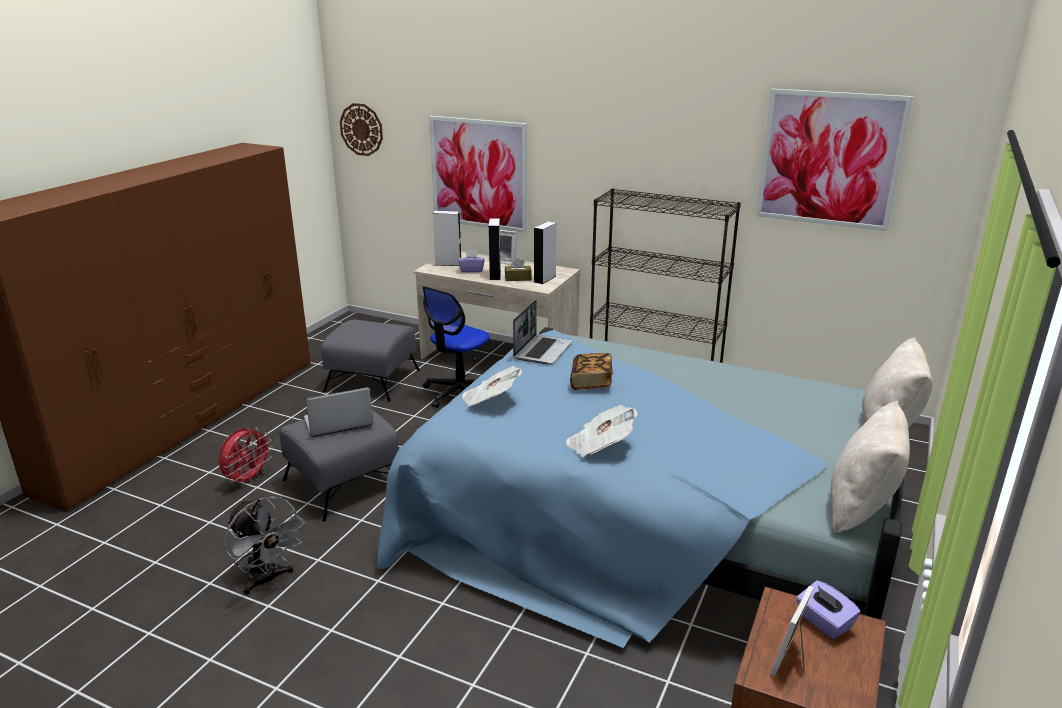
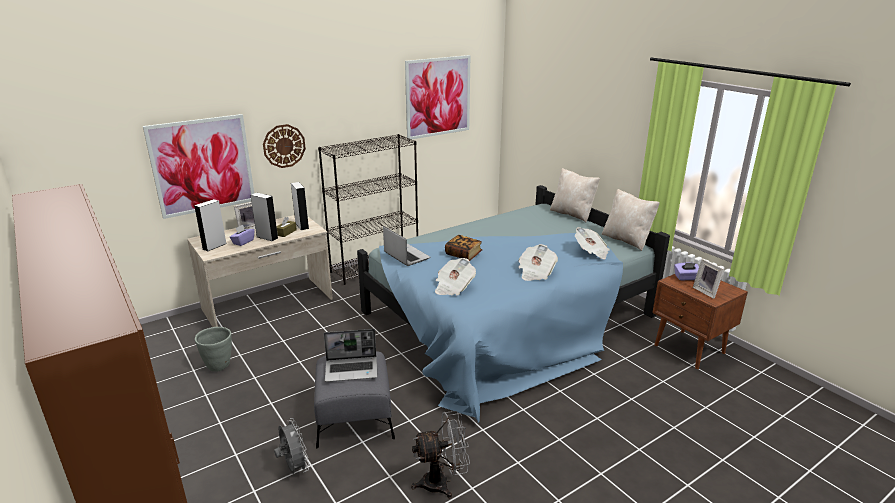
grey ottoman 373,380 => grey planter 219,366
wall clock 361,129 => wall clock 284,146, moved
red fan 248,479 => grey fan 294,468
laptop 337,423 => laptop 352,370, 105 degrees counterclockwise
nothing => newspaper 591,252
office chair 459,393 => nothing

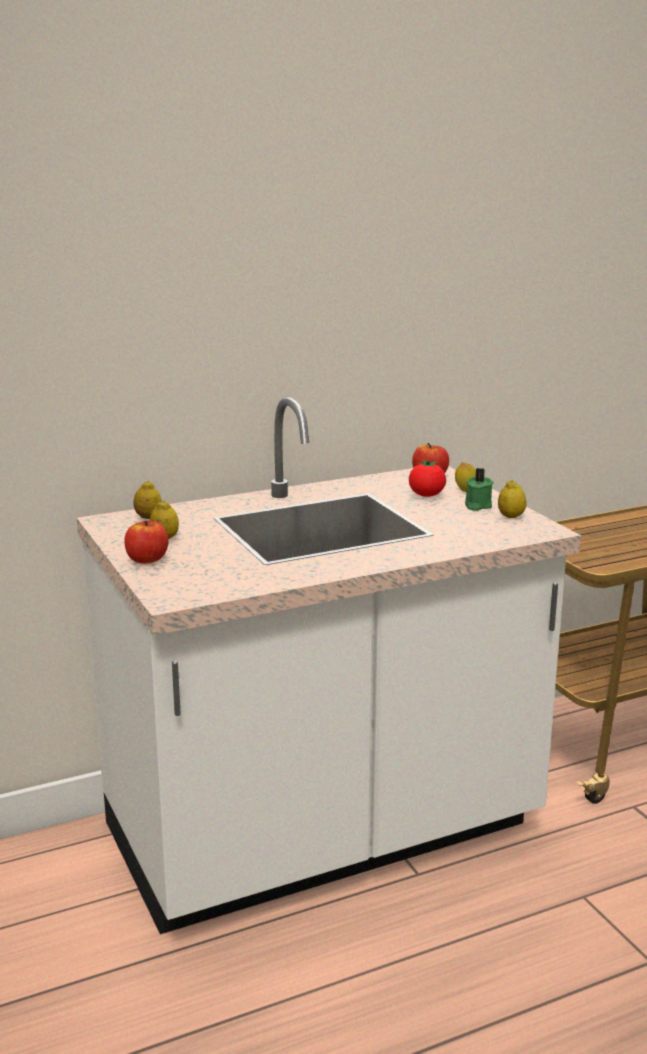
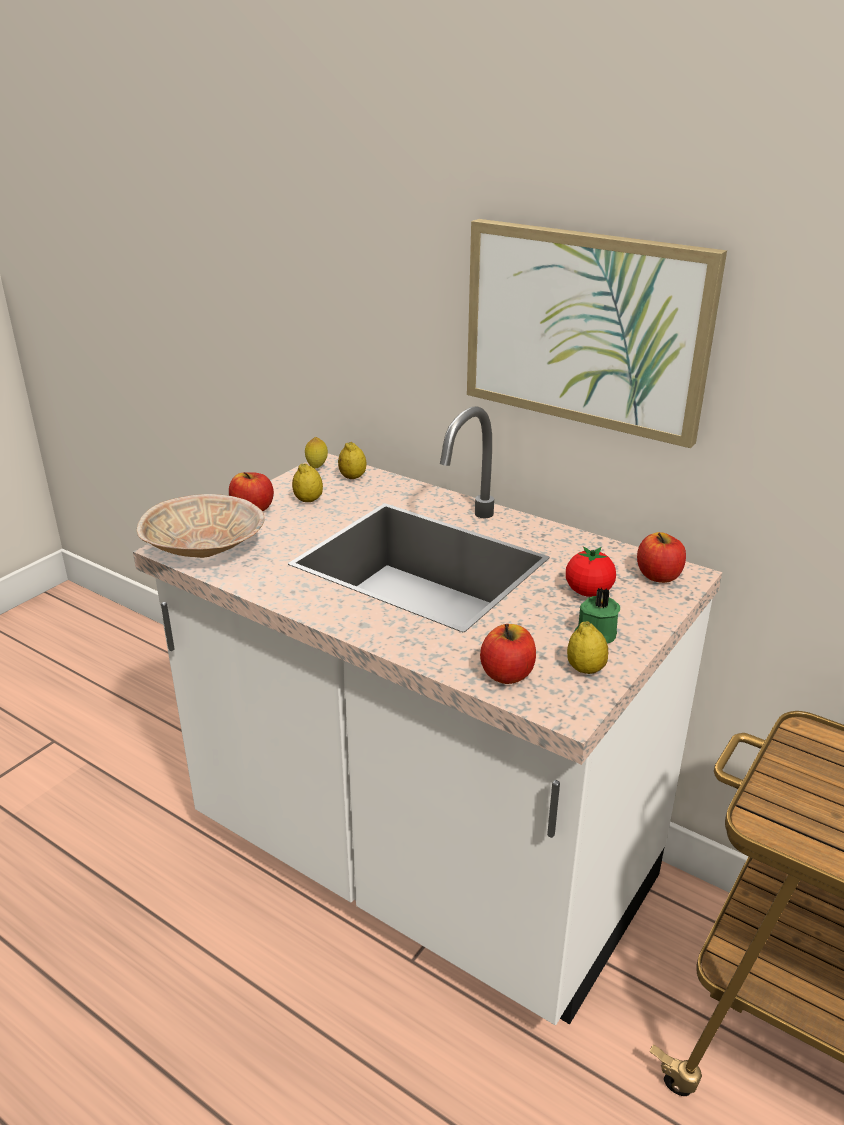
nothing => beige bowl 206,550
lemon 464,491 => lemon 317,467, moved
nothing => picture 585,329
nothing => apple 507,674

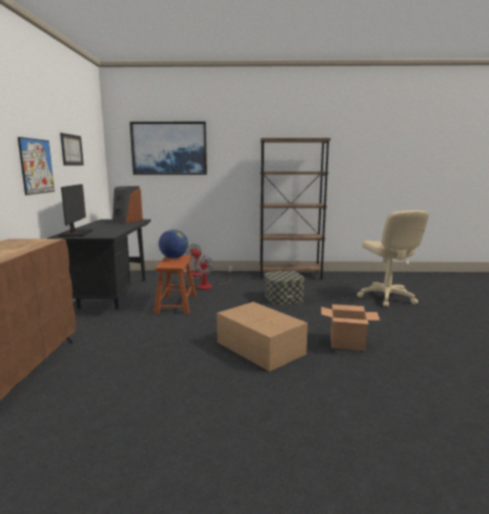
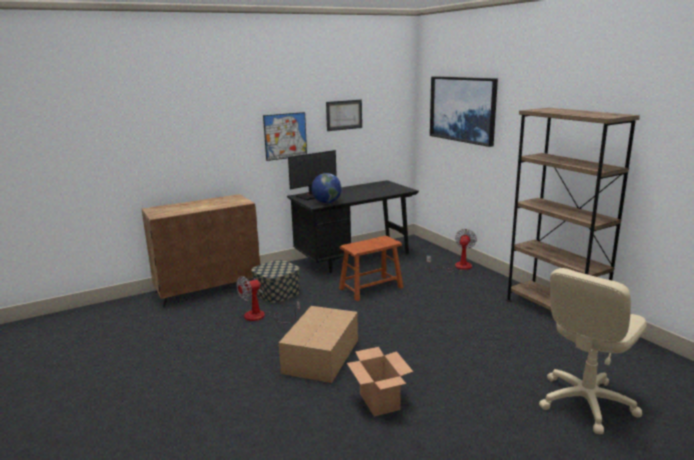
fan 209,286 => fan 261,317, moved
storage box 283,298 => storage box 277,292, moved
globe 174,258 => globe 327,202, moved
speaker 127,221 => nothing

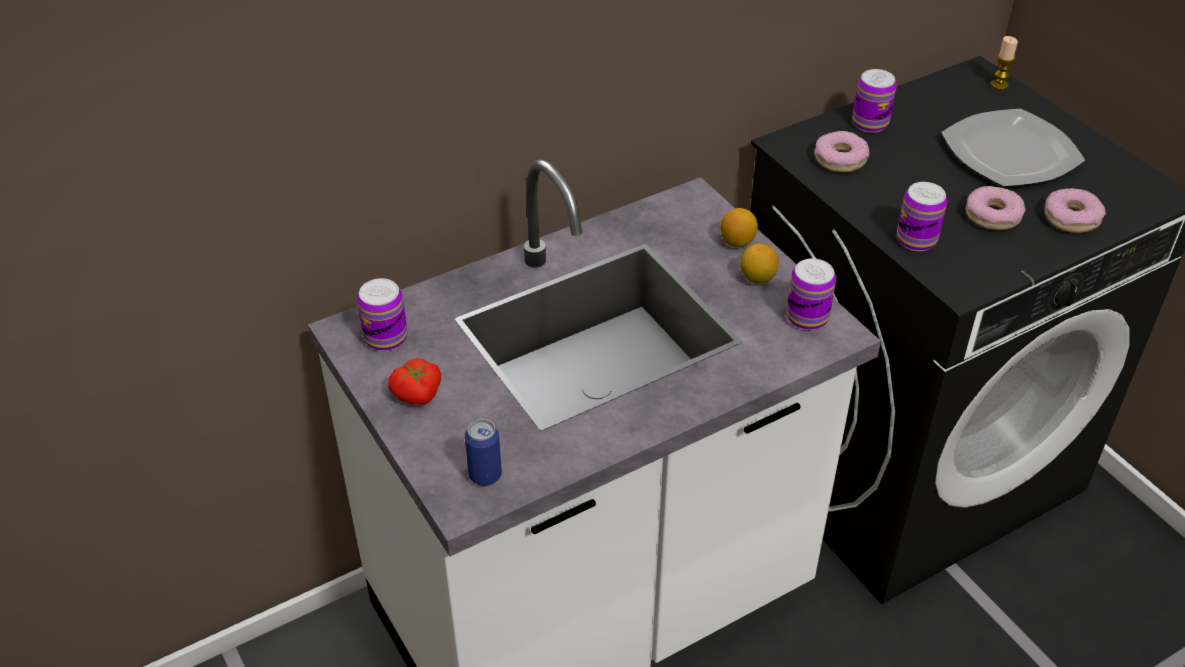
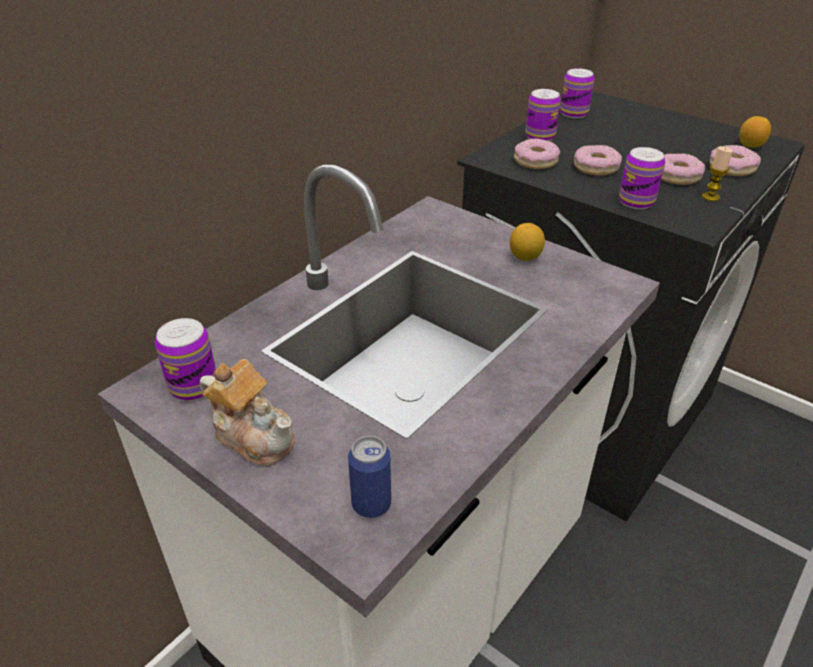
tomato 418,395 => teapot 254,435
can 807,317 => can 574,113, moved
nothing => donut 595,167
candle 999,85 => candle 710,197, moved
lemon 737,242 => lemon 750,146, moved
plate 1012,152 => nothing

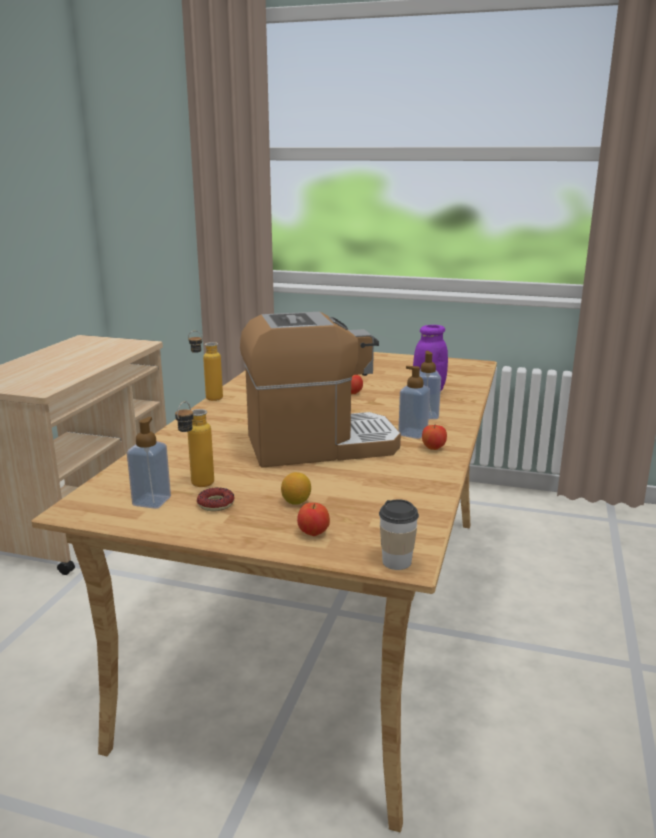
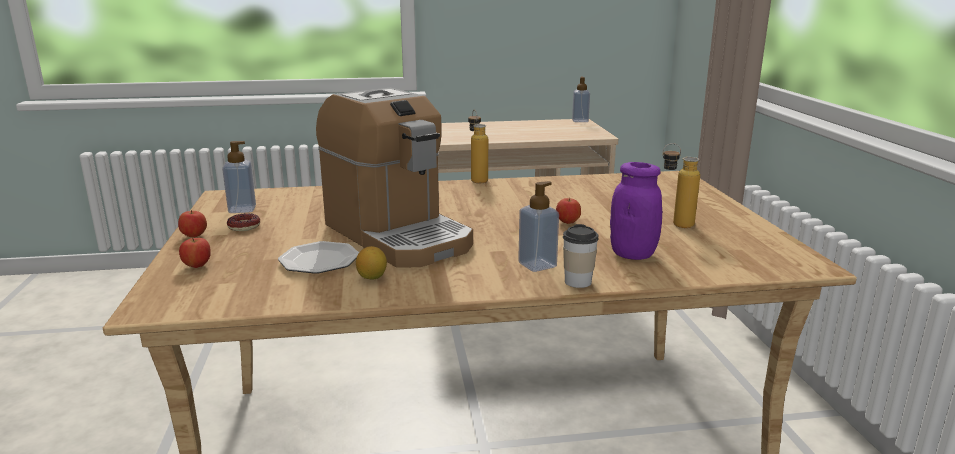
apple 433,448 => apple 194,236, moved
nothing => plate 320,260
lemon 296,502 => lemon 372,277, moved
cup 396,562 => cup 578,282, moved
soap dispenser 413,434 => soap dispenser 580,121, moved
bottle 197,487 => bottle 674,225, moved

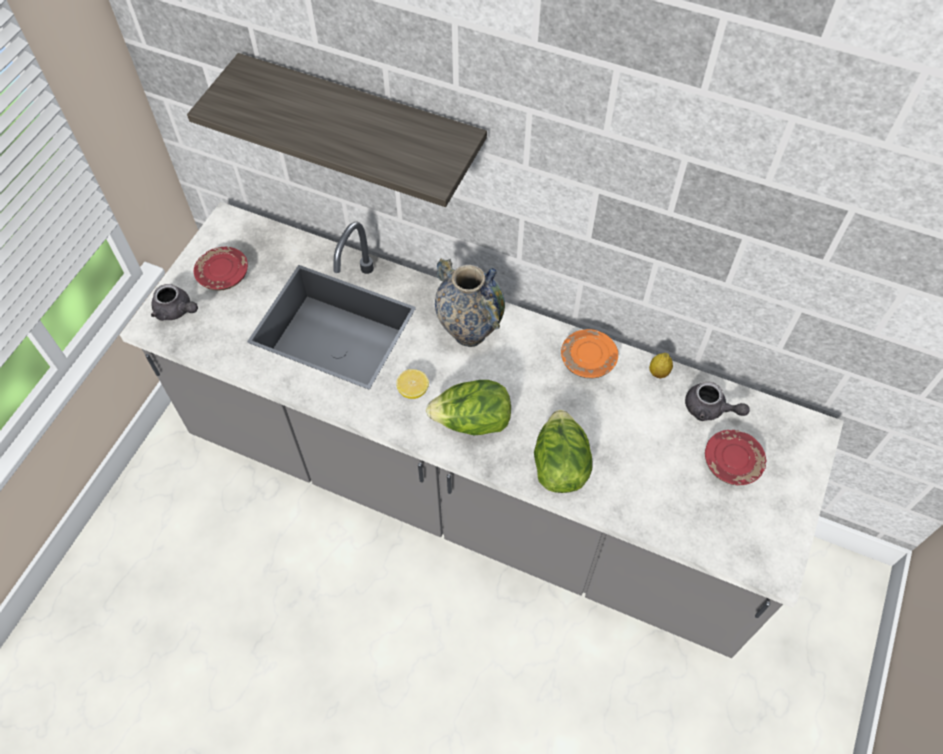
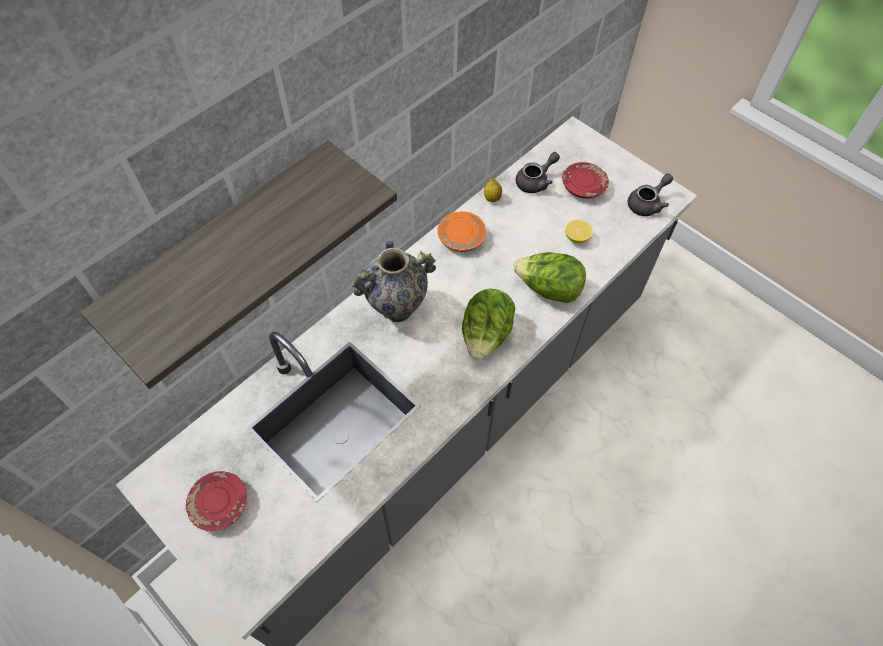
lemon 413,390 => lemon 576,238, moved
grey teapot 176,311 => grey teapot 647,203, moved

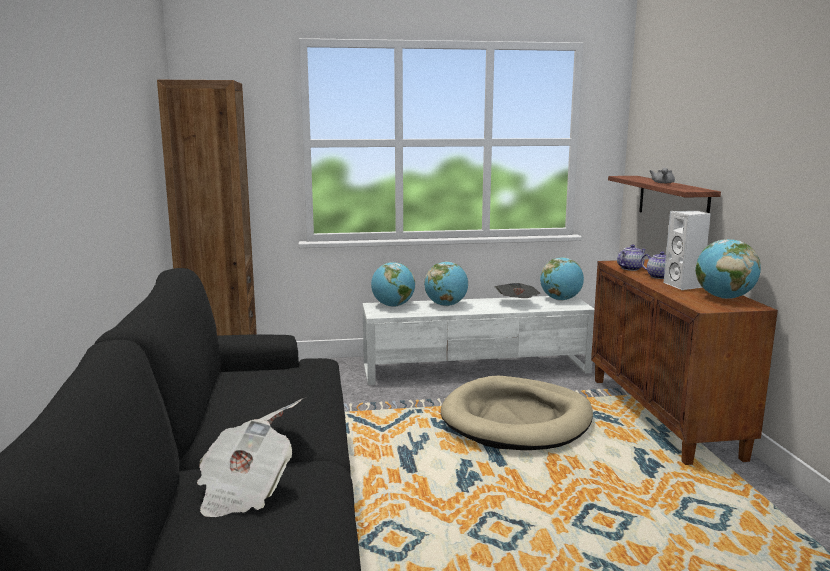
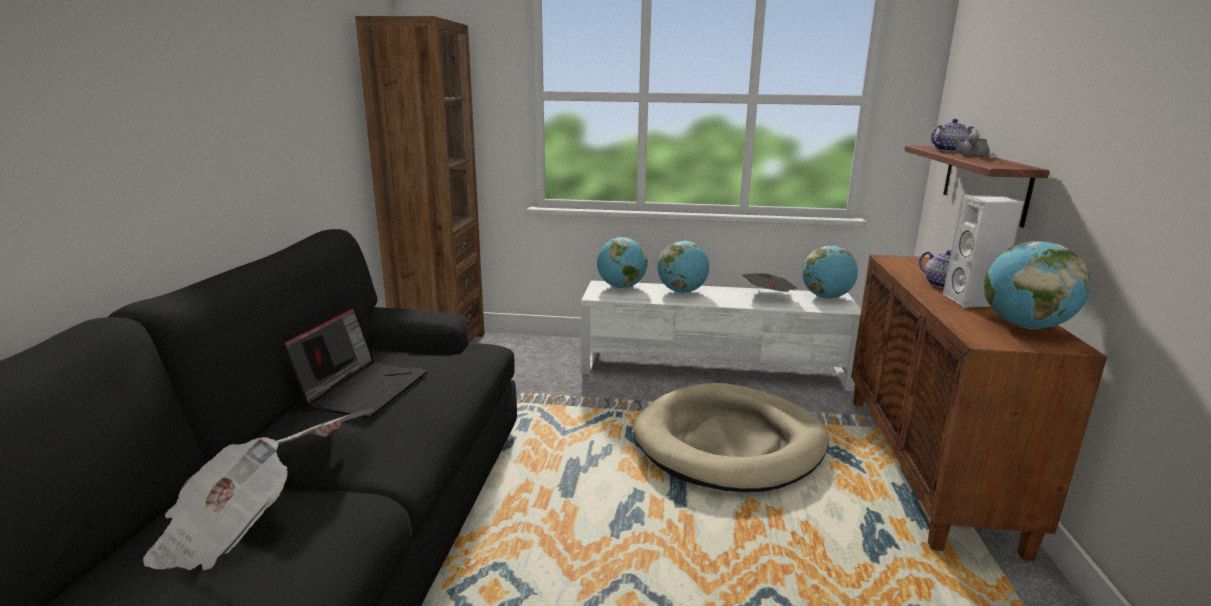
nothing => laptop 364,388
teapot 630,268 => teapot 949,150, moved

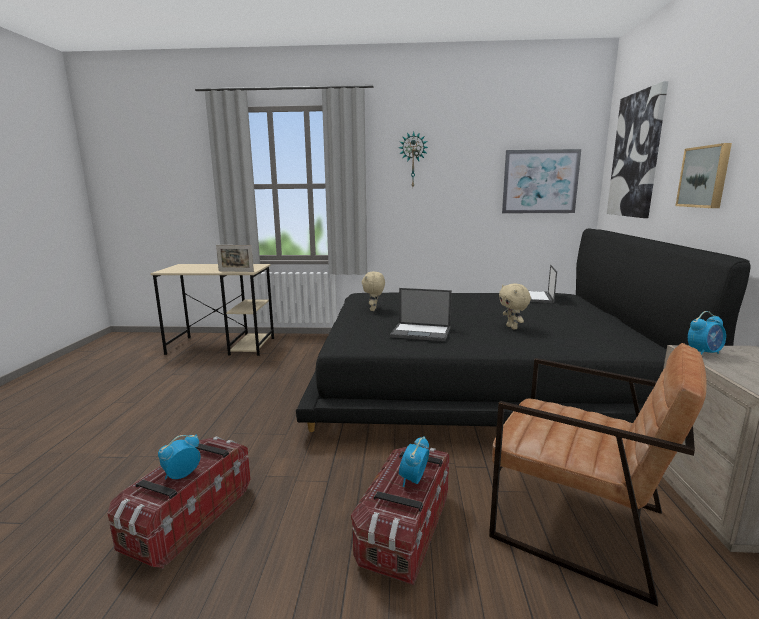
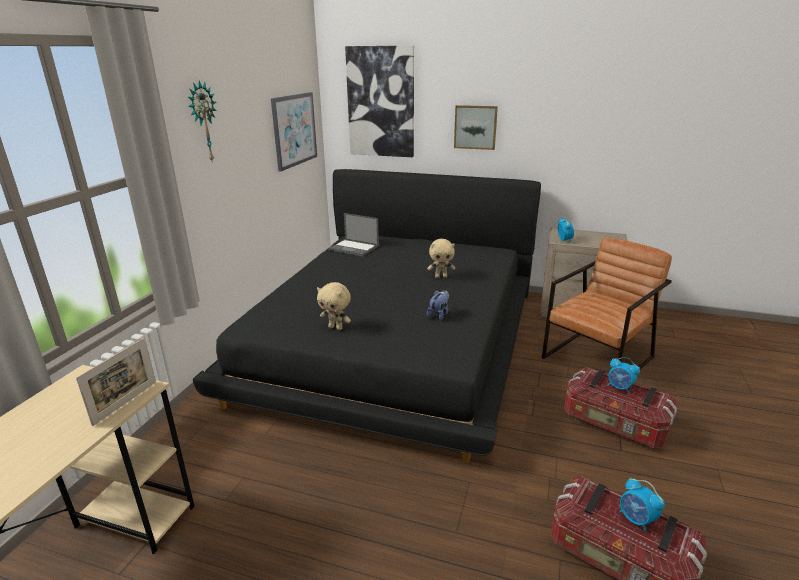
laptop 421,332 => plush toy 439,314

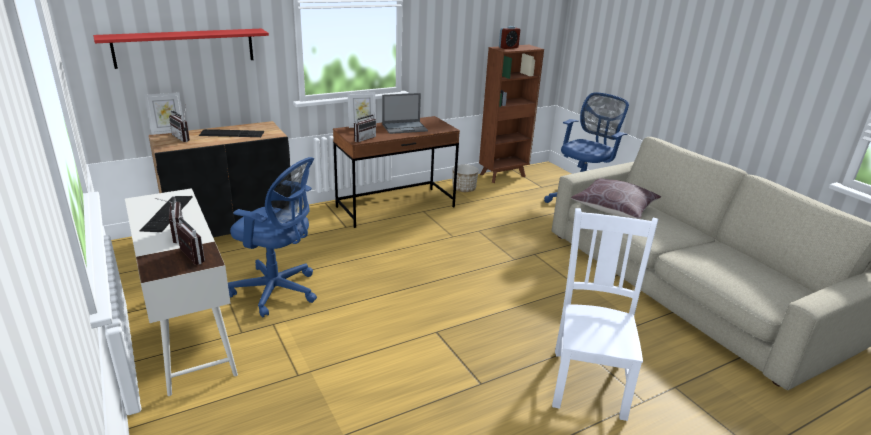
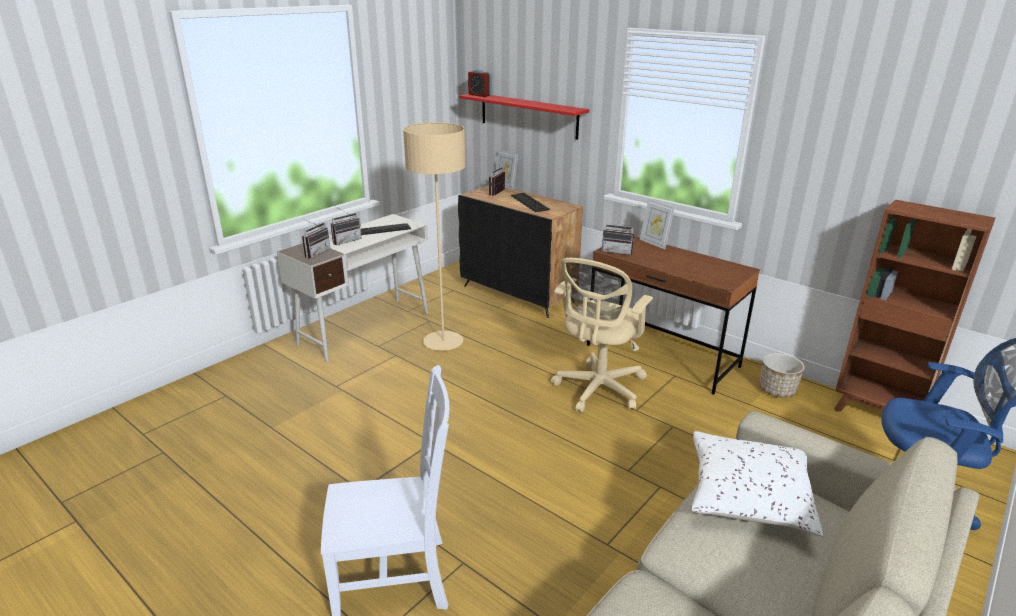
blue office chair 278,291 => beige floor lamp 443,342
alarm clock 508,47 => alarm clock 480,95, moved
nothing => beige office chair 597,390
brown pillow 614,208 => white pillow 748,495
laptop 405,127 => nothing

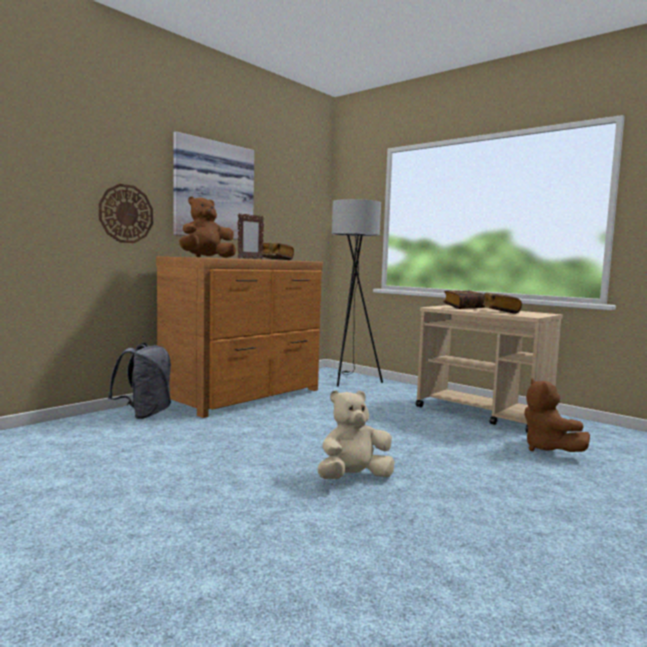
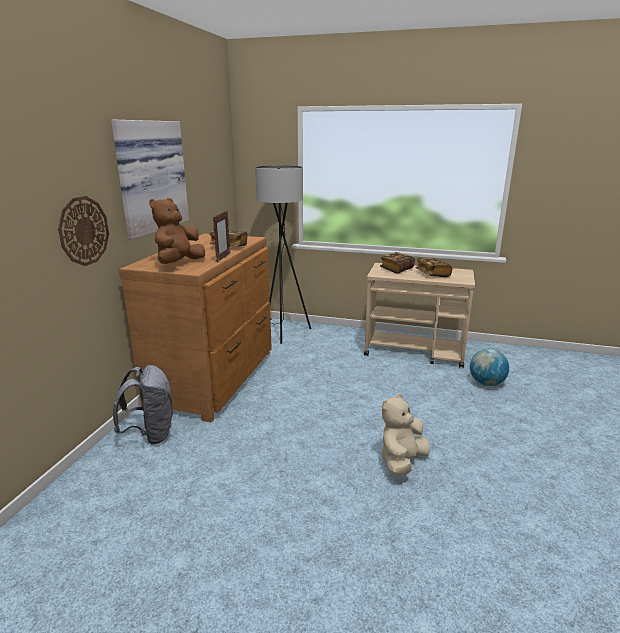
brown plush toy 548,449 => globe 486,383

